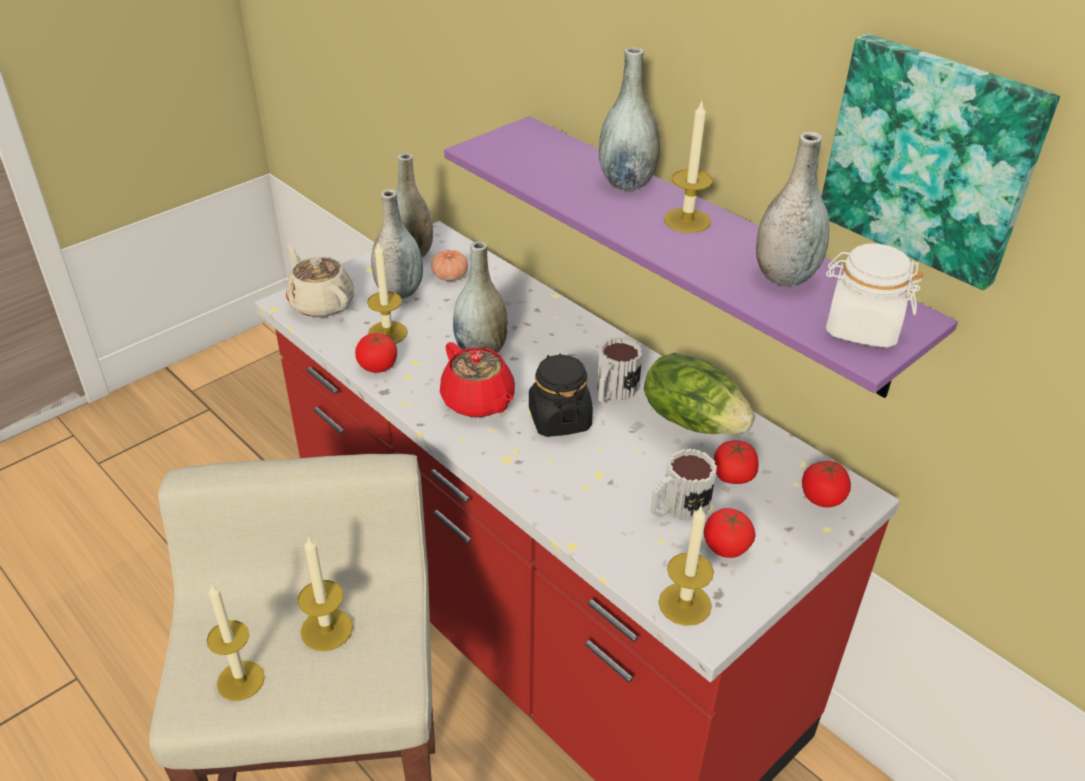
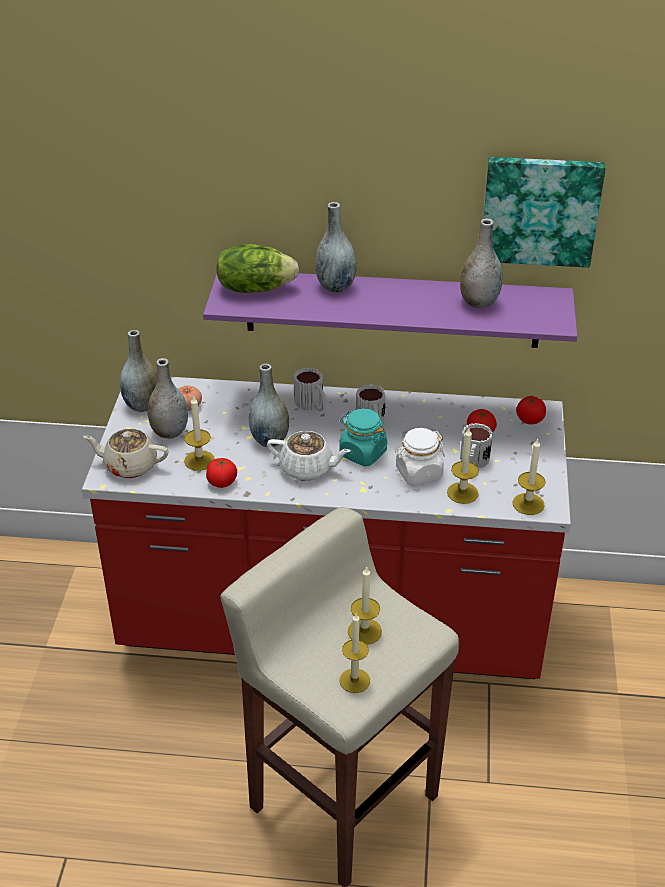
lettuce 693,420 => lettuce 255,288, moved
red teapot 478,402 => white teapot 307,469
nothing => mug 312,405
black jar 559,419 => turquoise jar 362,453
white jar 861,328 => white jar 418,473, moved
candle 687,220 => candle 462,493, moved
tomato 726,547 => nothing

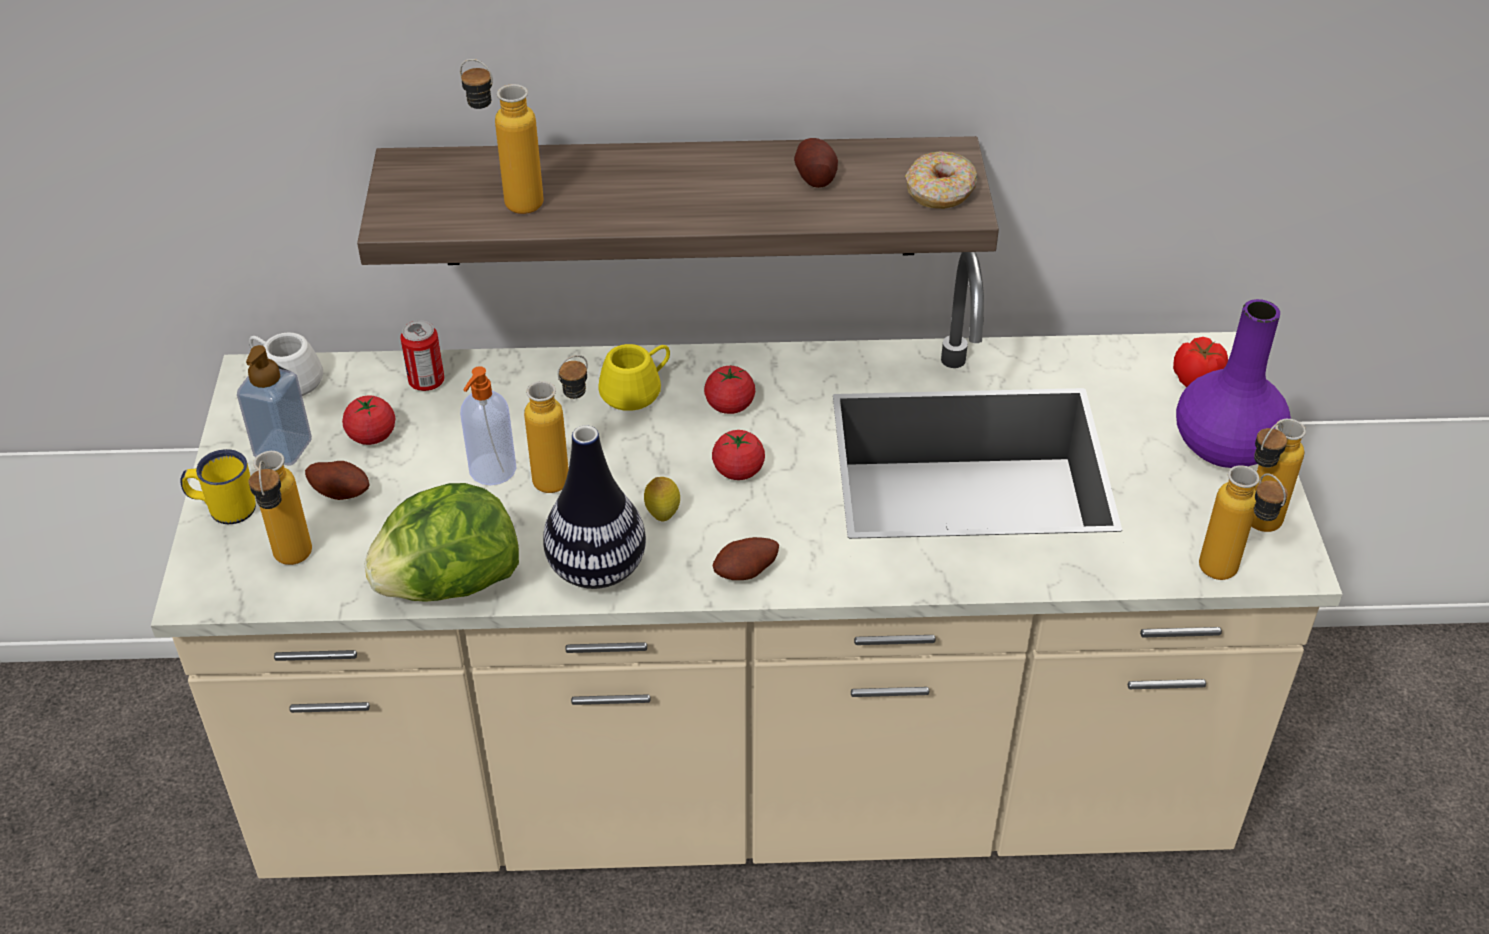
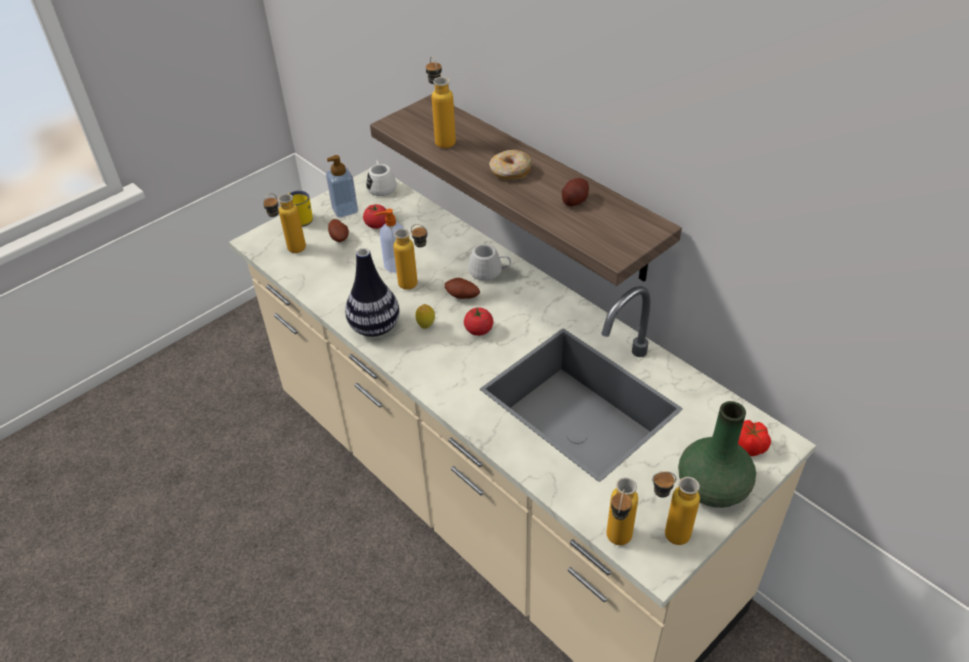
potato 747,573 => potato 462,297, moved
yellow mug 637,389 => white mug 489,271
donut 940,192 => donut 510,171, moved
purple vase 1226,447 => green vase 713,488
lettuce 450,584 => nothing
can 426,382 => nothing
tomato 729,405 => nothing

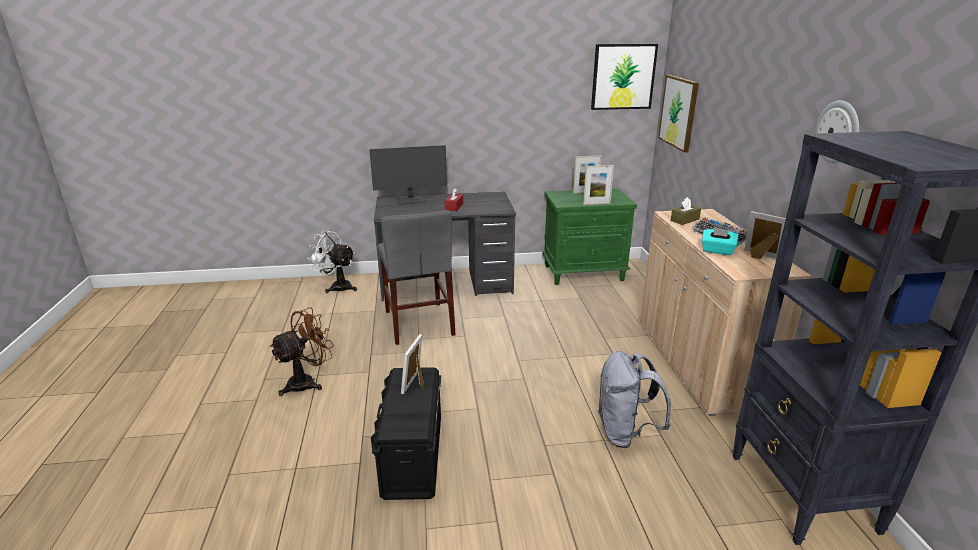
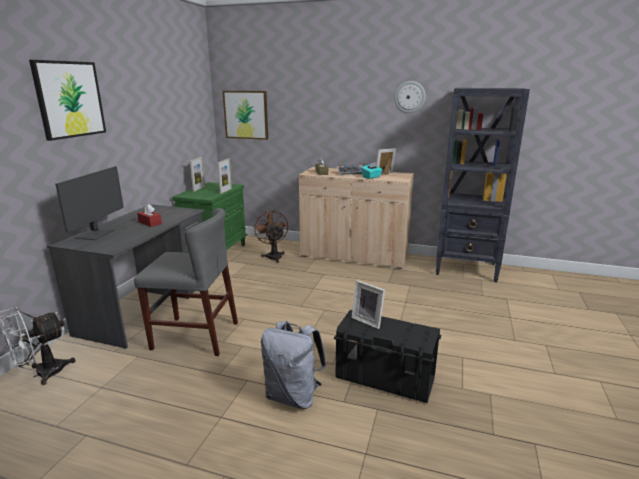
picture 623,76 => picture 69,99, moved
brown fan 307,382 => brown fan 273,256, moved
grey backpack 625,433 => grey backpack 293,396, moved

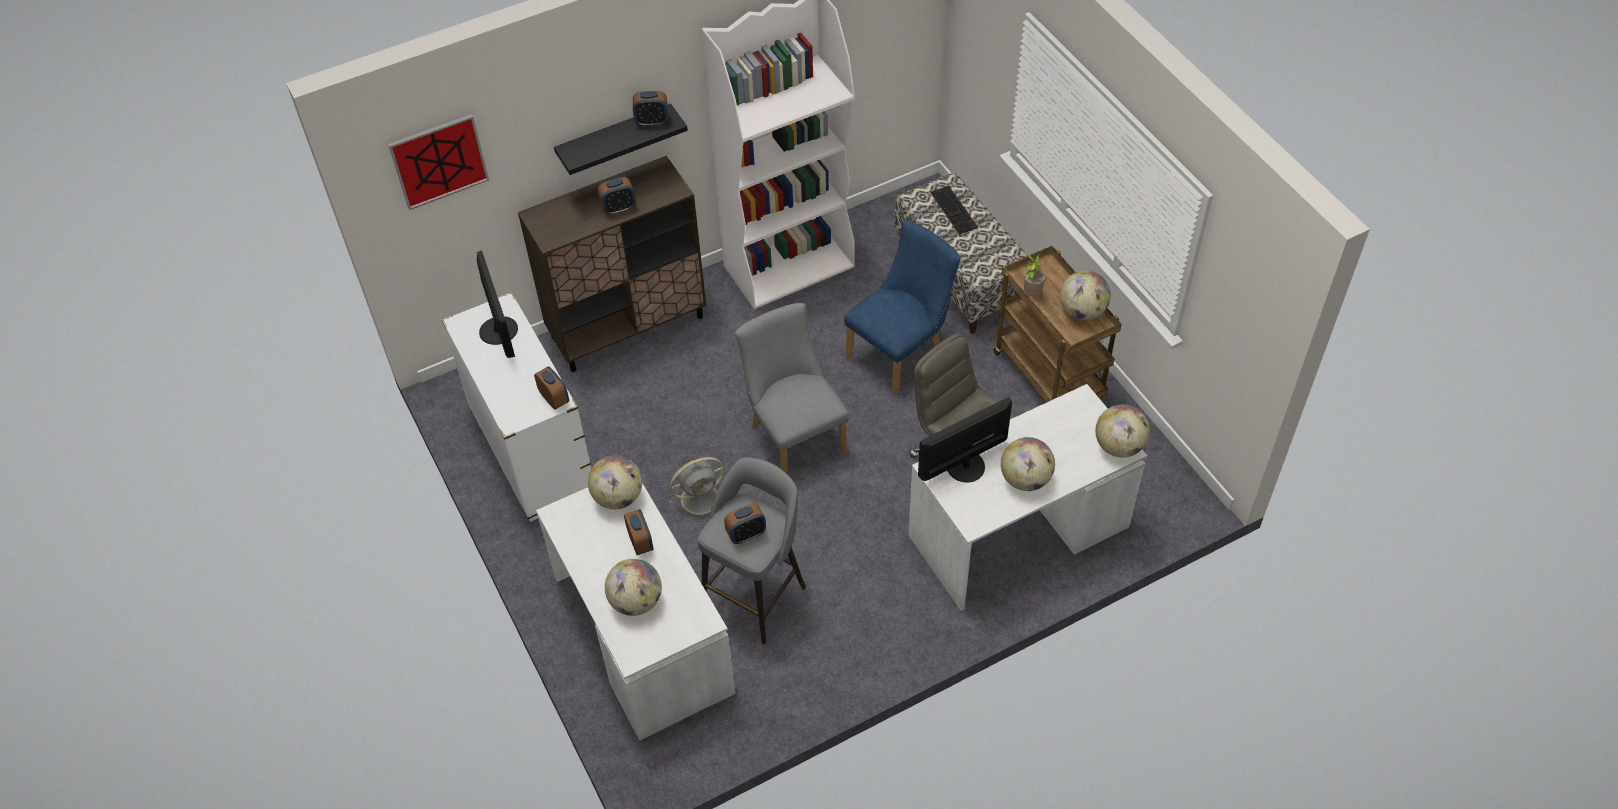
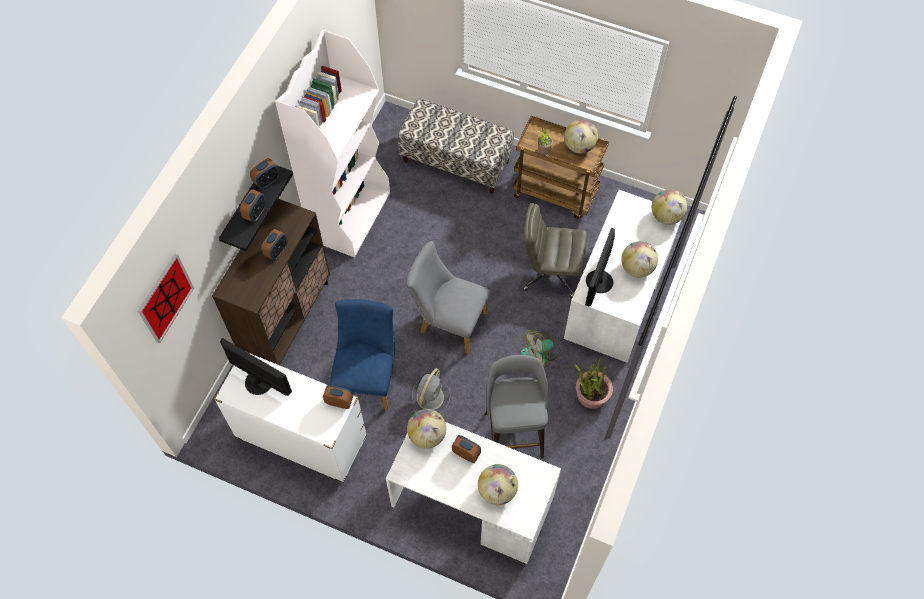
alarm clock 746,534 => alarm clock 255,213, moved
blue chair 901,352 => blue chair 368,377, moved
nothing => fan 540,353
nothing => potted plant 591,394
keyboard 955,210 => nothing

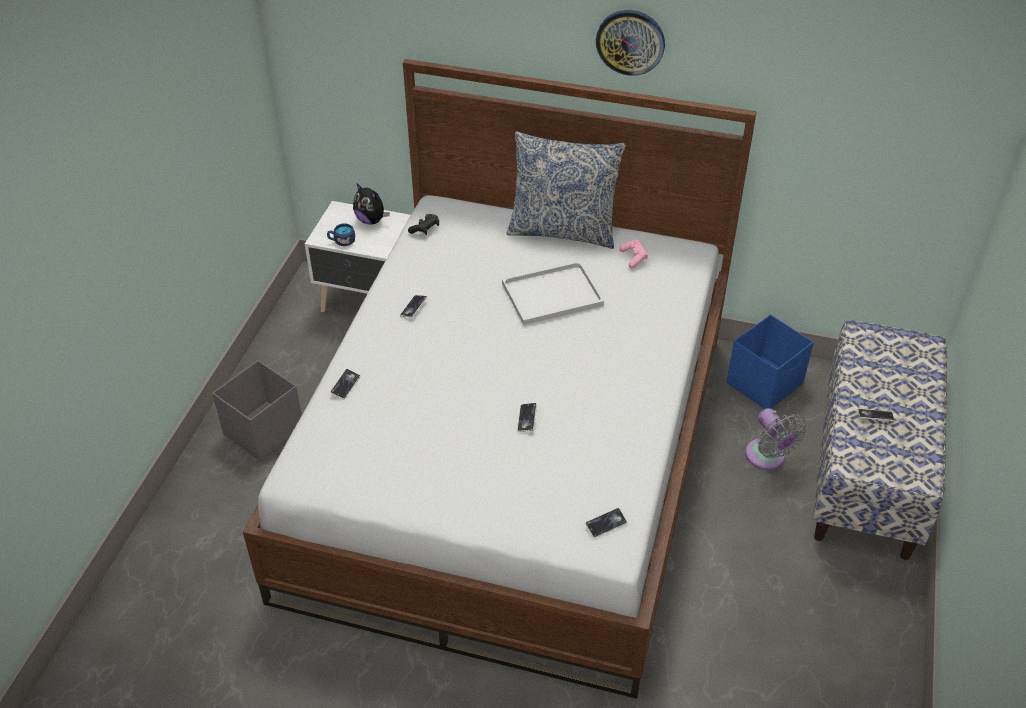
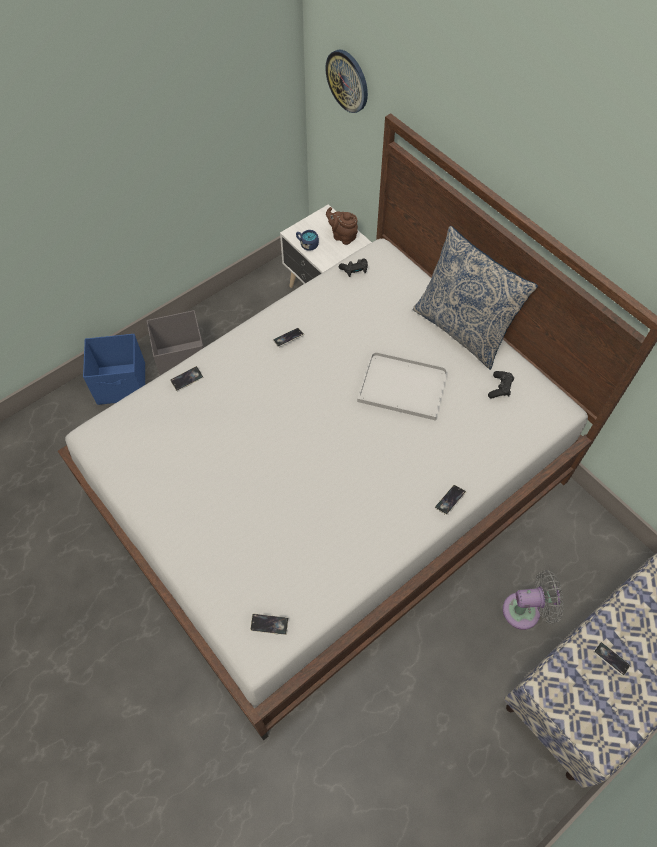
blue storage box 765,383 => blue storage box 122,384, moved
wall clock 630,42 => wall clock 348,81, moved
plush toy 371,220 => brown teapot 342,236
phone 527,419 => phone 450,500, moved
pink game controller 633,258 => black game controller 500,388
grey fan 767,458 => grey fan 525,610, 105 degrees counterclockwise

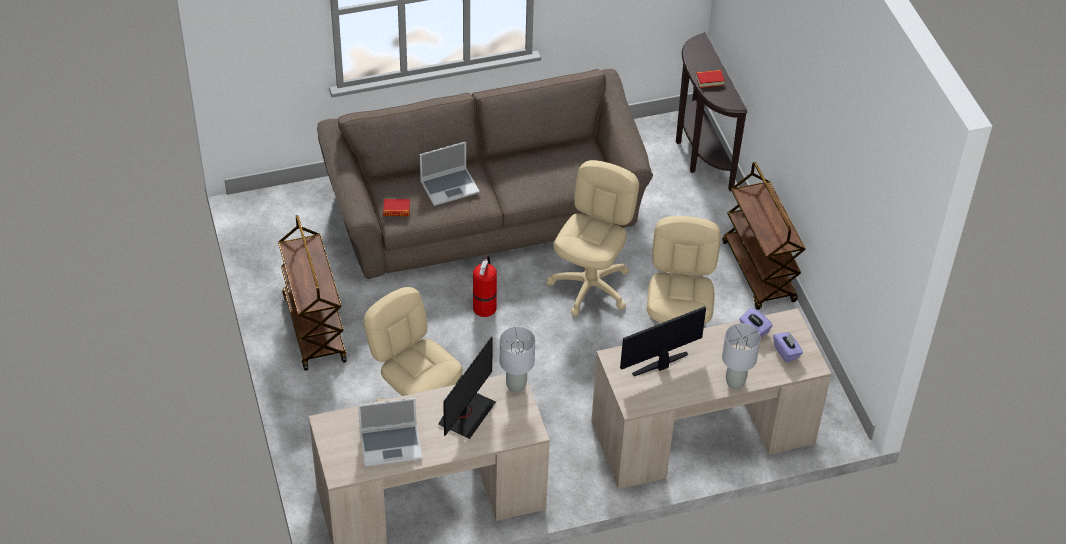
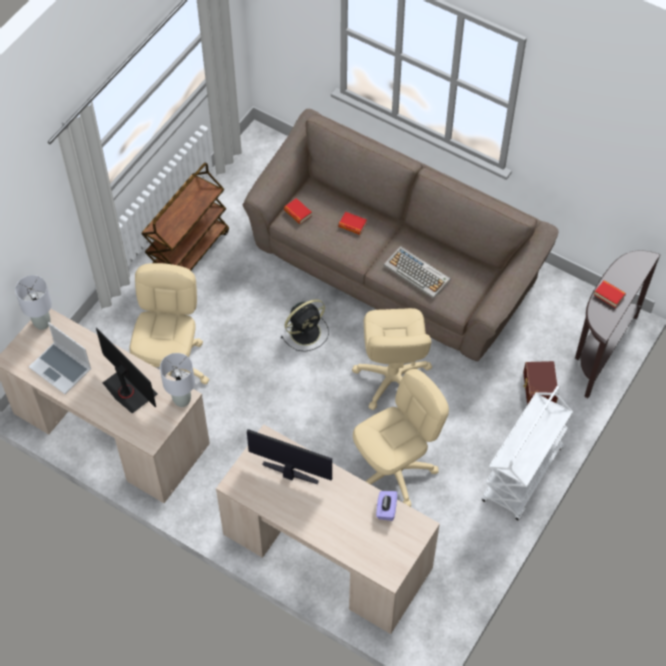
grey table lamp 735,382 => grey table lamp 42,323, moved
monitor 466,413 => monitor 129,389, 120 degrees counterclockwise
fire extinguisher 484,307 => black fan 306,331
laptop 450,187 => book 352,225
beige office chair 590,286 => beige office chair 392,379, 105 degrees clockwise
nothing => keyboard 417,273
brown cart 759,272 => white cart 522,475
nothing => brown storage box 538,388
purple tissue box 786,352 => nothing

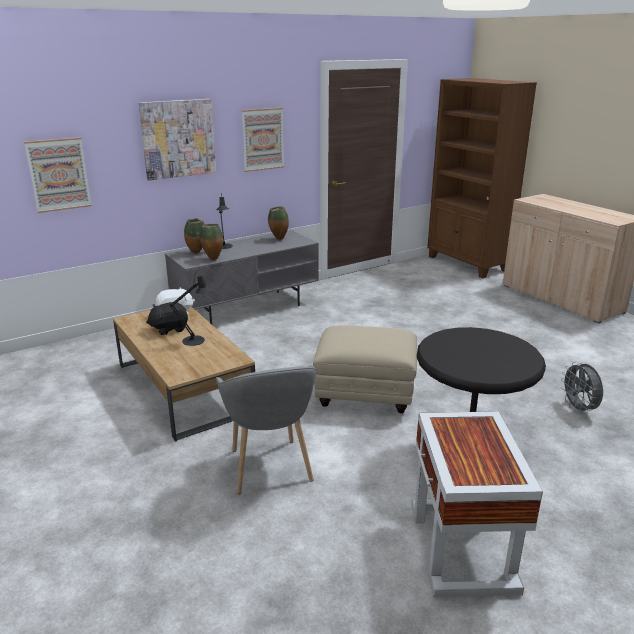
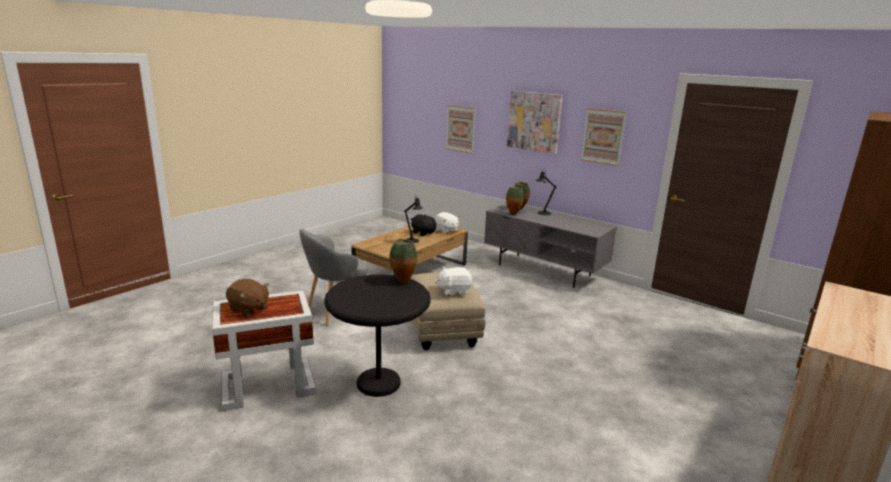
nothing => brown plush toy 248,309
vase 278,239 => vase 402,281, moved
nothing => white plush toy 454,291
grey fan 579,409 => nothing

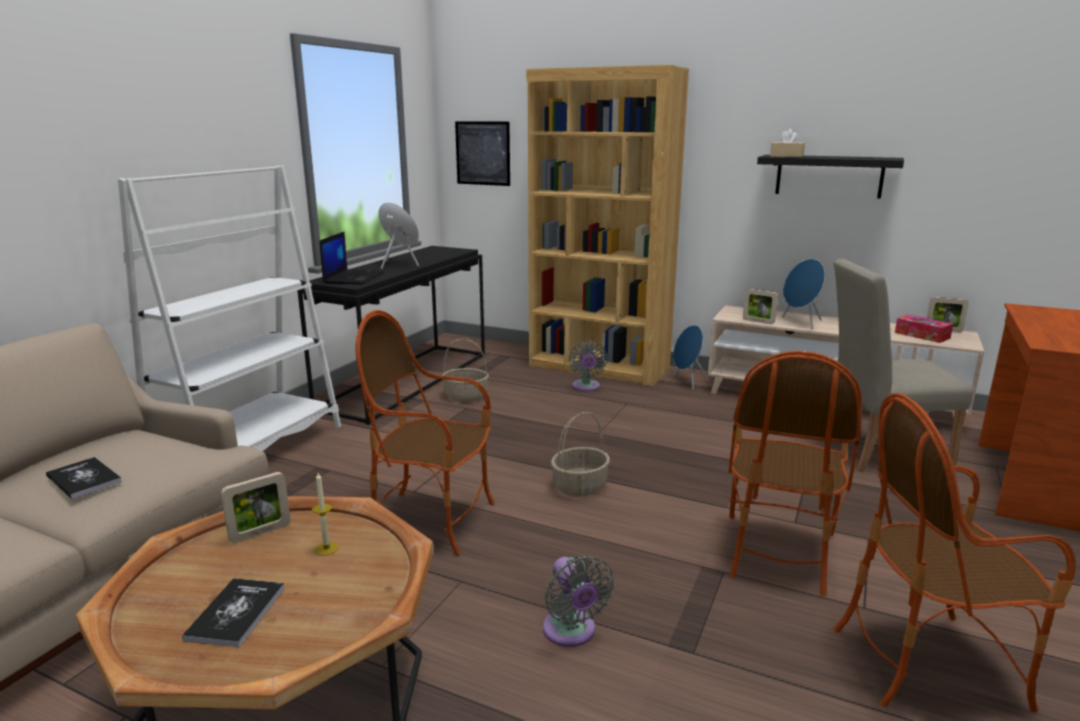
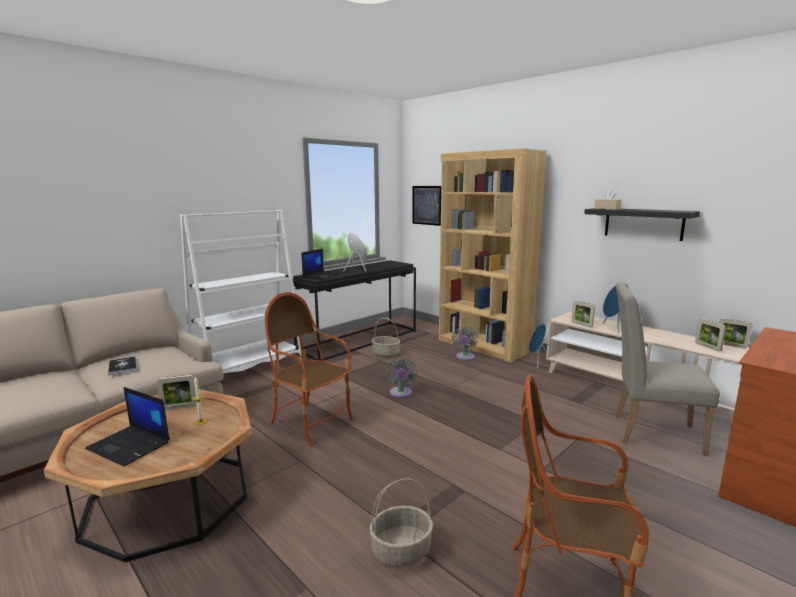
book 236,613 => laptop 130,445
basket 579,487 => basket 401,552, moved
grey fan 571,633 => grey fan 400,394, moved
tissue box 922,335 => picture frame 708,347
armchair 777,552 => nothing

